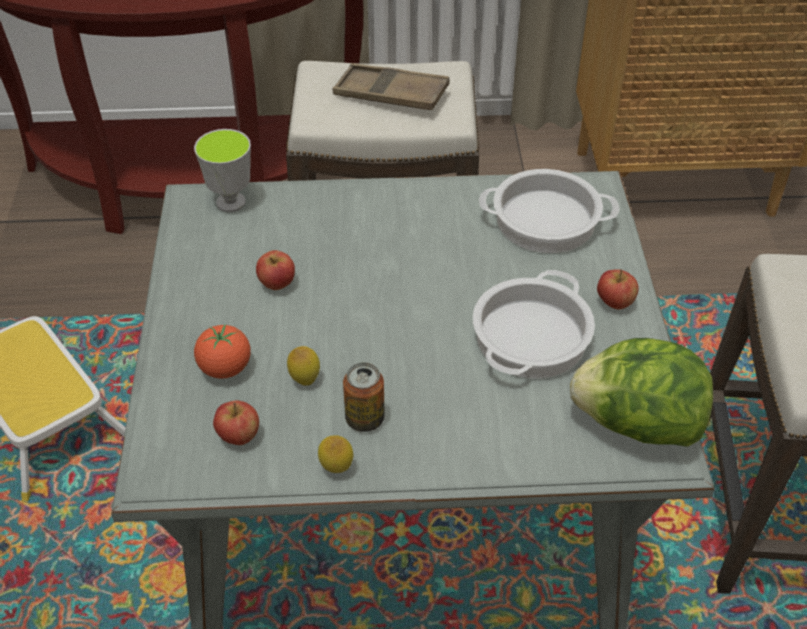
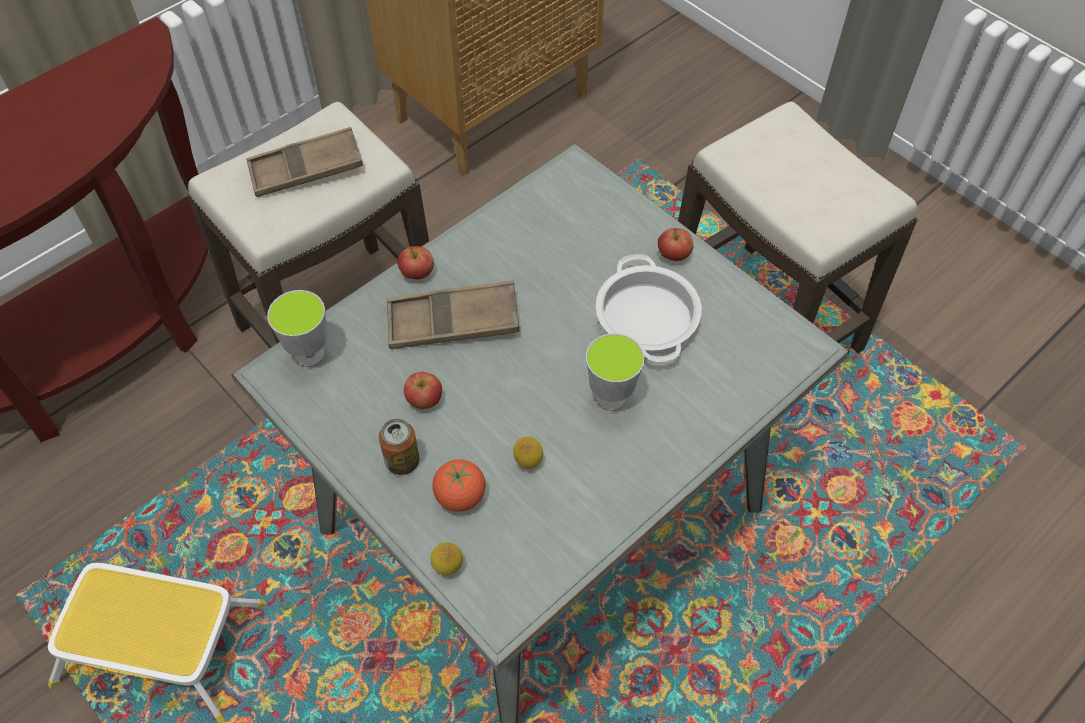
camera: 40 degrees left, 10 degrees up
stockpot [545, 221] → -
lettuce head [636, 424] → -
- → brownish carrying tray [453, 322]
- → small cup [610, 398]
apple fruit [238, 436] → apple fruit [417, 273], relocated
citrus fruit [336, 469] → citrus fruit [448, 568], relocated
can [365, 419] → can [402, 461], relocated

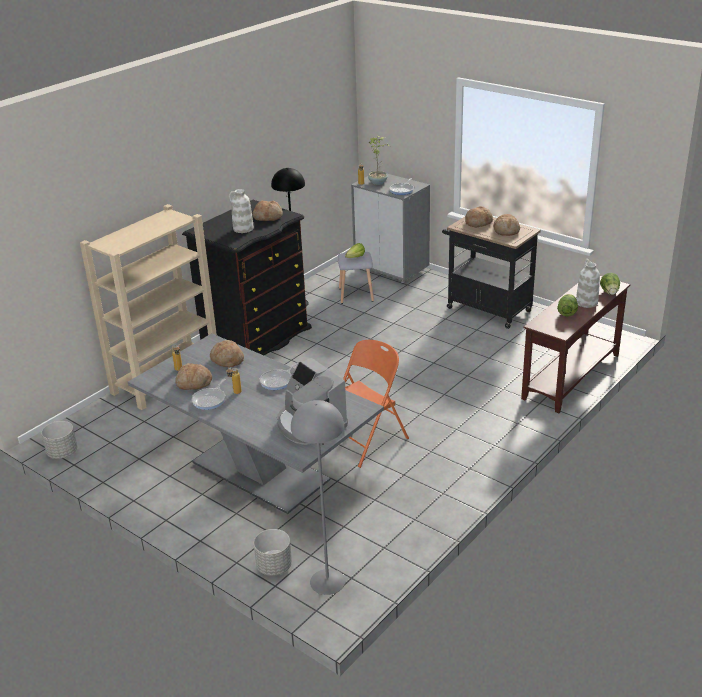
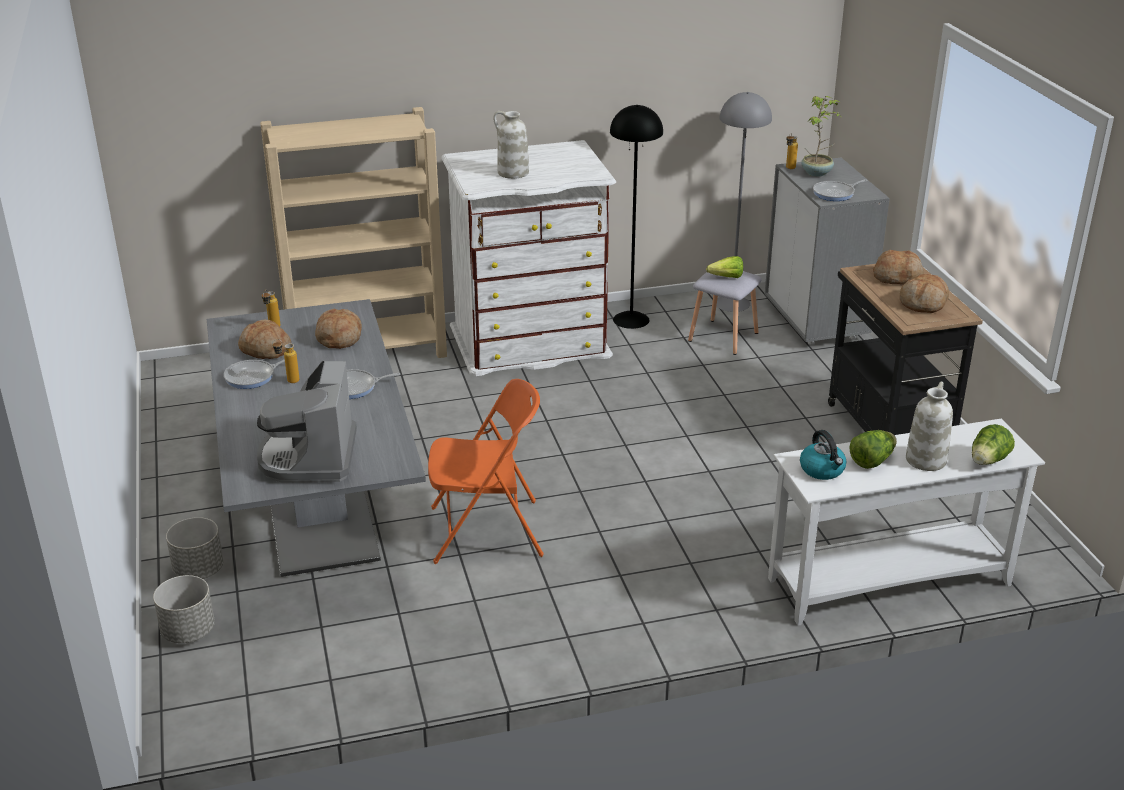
camera: 35 degrees right, 0 degrees up
baked bread [268, 217] → -
- → kettle [822, 470]
greyish flower pot [62, 453] → greyish flower pot [198, 570], relocated
greyish standard lamp [327, 581] → greyish standard lamp [731, 303], relocated
blackish chest of drawers [256, 335] → whitish chest of drawers [531, 340]
brownish console table [571, 377] → whitish console table [888, 582]

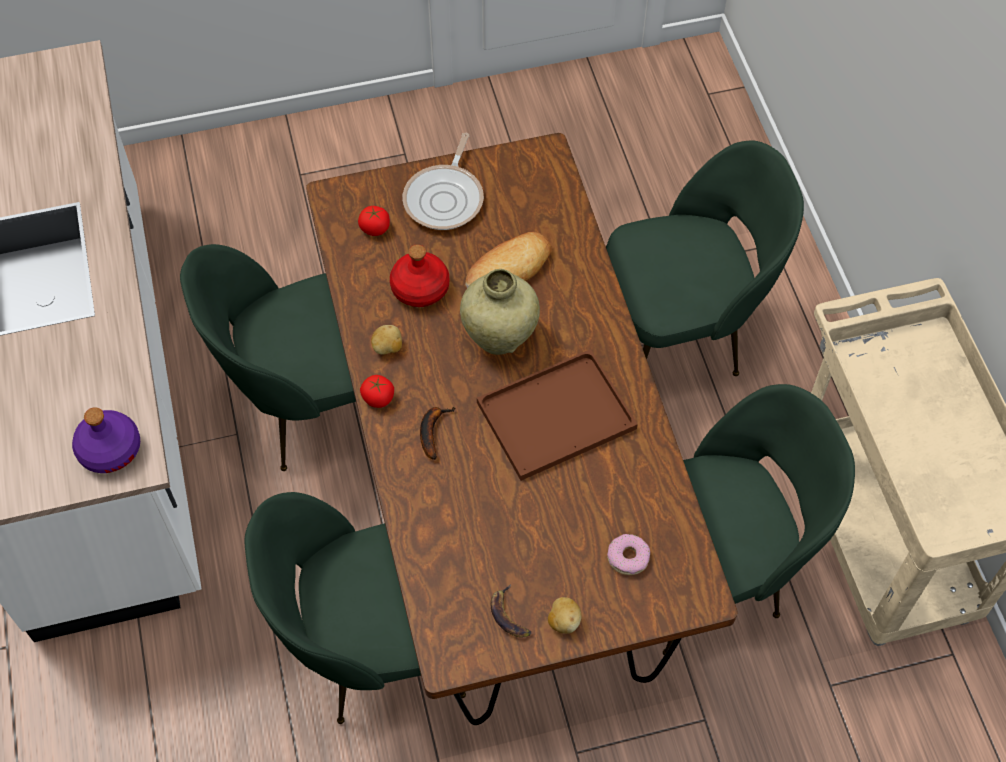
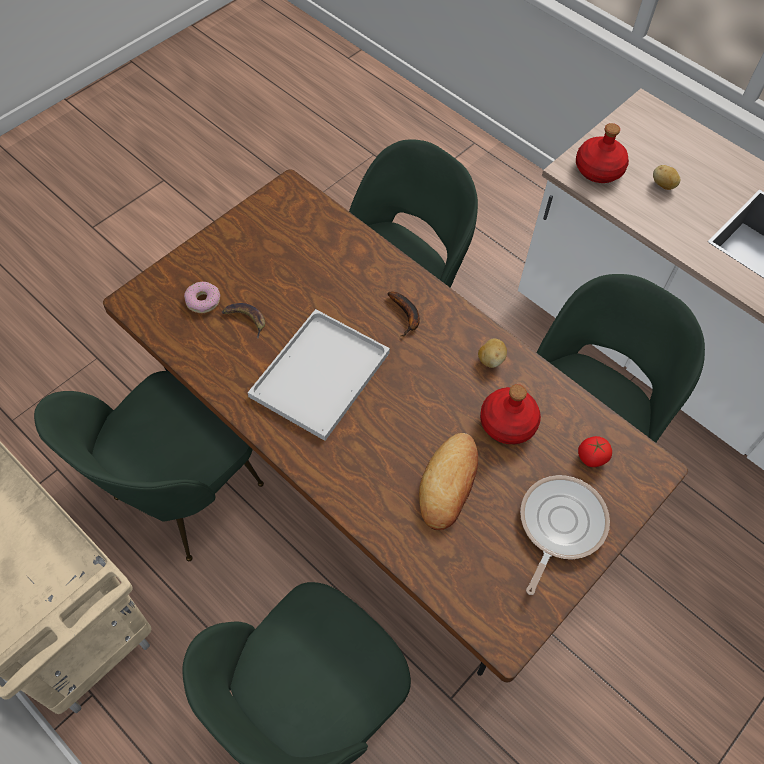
camera: 145 degrees right, 0 degrees up
fresh tomato [378, 398] → -
beige-coloured flower vase [500, 338] → -
banana [509, 615] → banana [245, 319], relocated
whole potato [563, 621] → whole potato [663, 185], relocated
purple bottle [110, 449] → red-coloured bottle [599, 169]
brownish carrying tray [554, 418] → whitish carrying tray [320, 372]
skillet [446, 198] → skillet [559, 525], 45 degrees clockwise

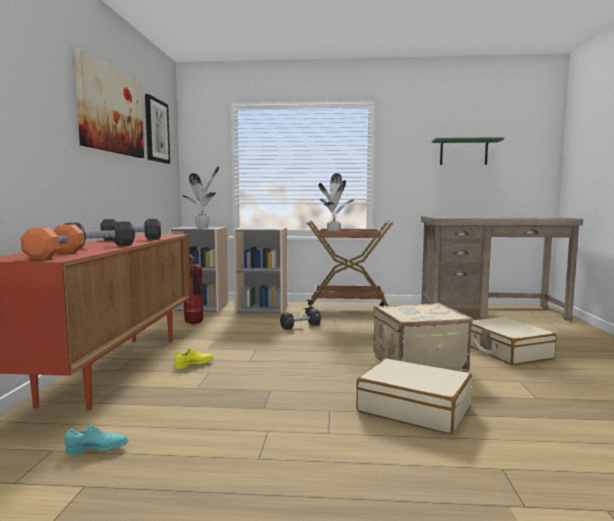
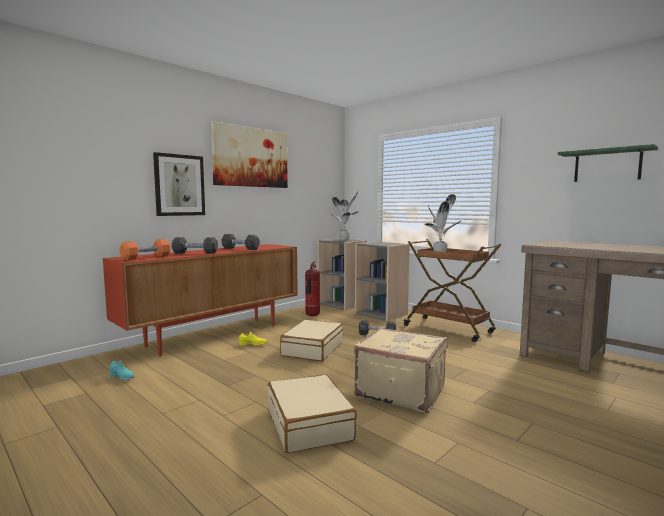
camera: 40 degrees right, 0 degrees up
wall art [156, 130] → wall art [179, 185], relocated
beige-coloured travel case [506, 351] → beige-coloured travel case [312, 349], relocated

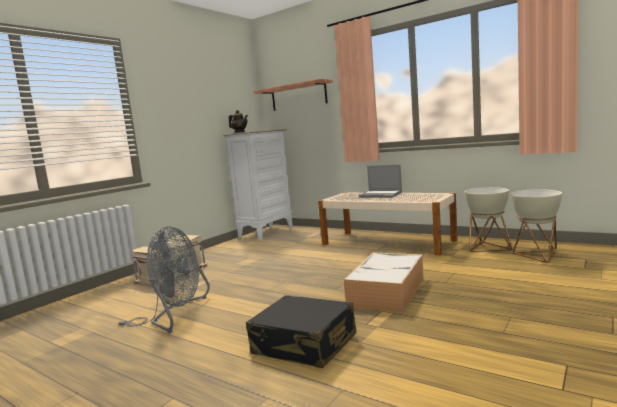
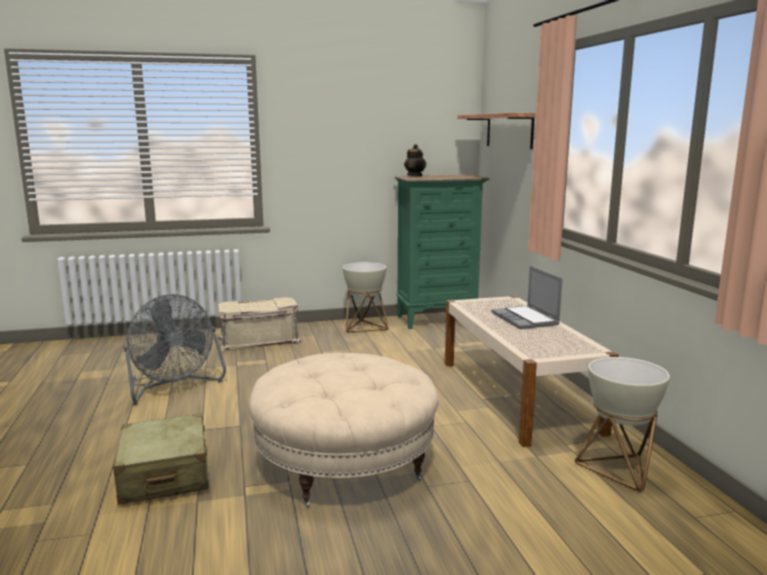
camera: 40 degrees right, 5 degrees up
flower pot [536, 255] → flower pot [365, 327], relocated
storage box [387, 292] → beige-coloured pouffe [345, 463]
whitish chest of drawers [267, 232] → green chest of drawers [438, 320]
blackish travel case [304, 345] → beige-coloured travel case [165, 474]

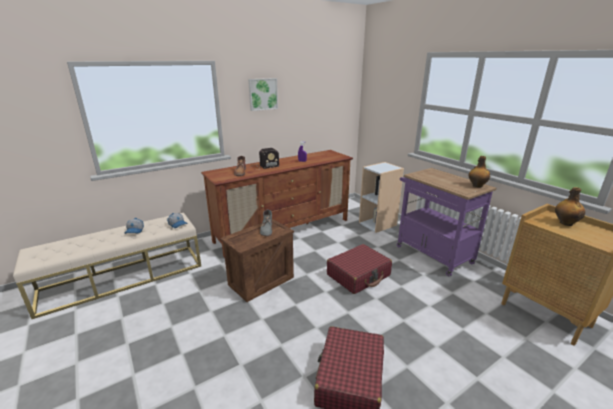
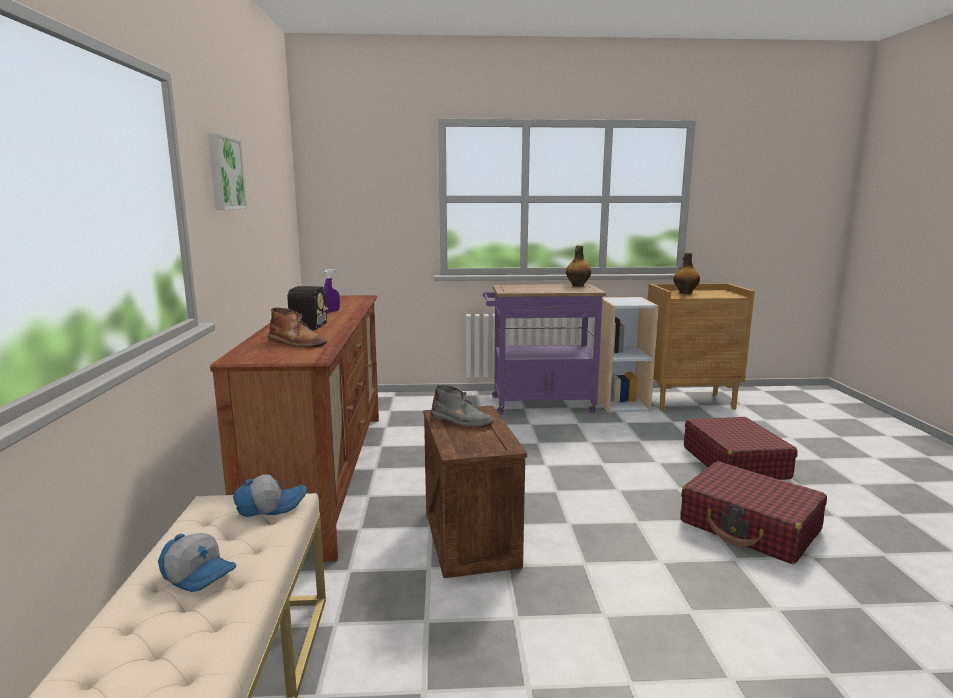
camera: 60 degrees left, 10 degrees down
red-coloured travel case [358, 275] → red-coloured travel case [734, 462], relocated
bookcase [378, 224] → bookcase [622, 403], relocated

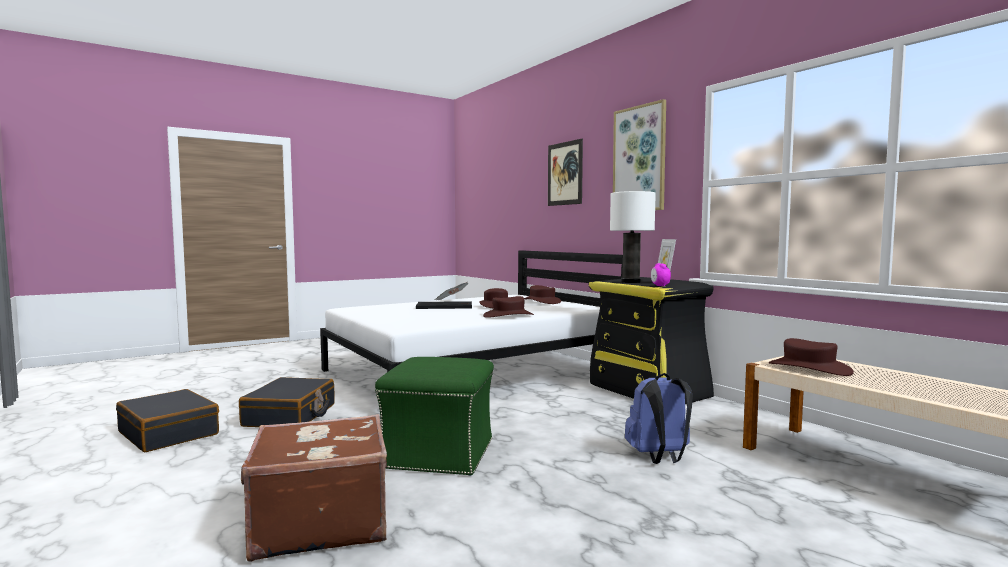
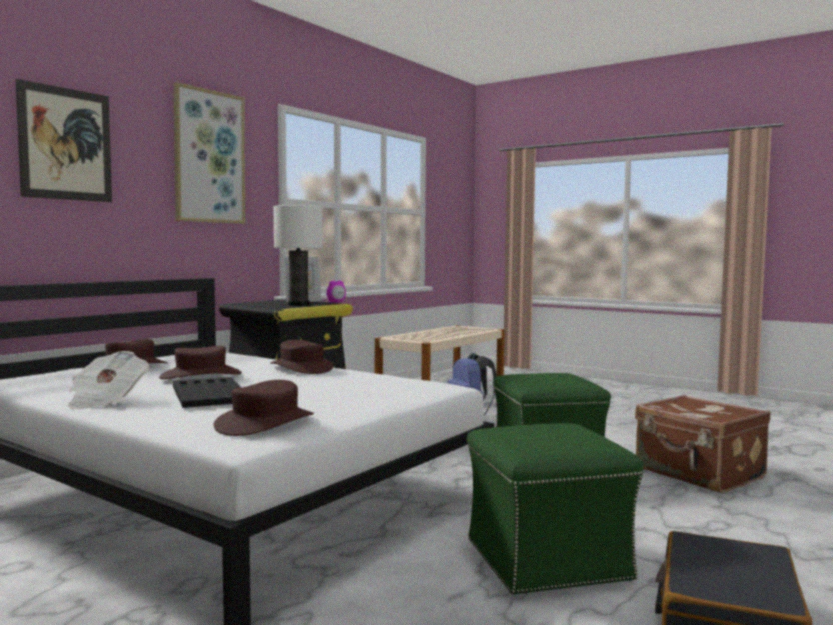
camera: 110 degrees left, 0 degrees up
brownish hat [809, 368] → brownish hat [265, 423], relocated
blackish travel case [290, 415] → green pouffe [545, 560]

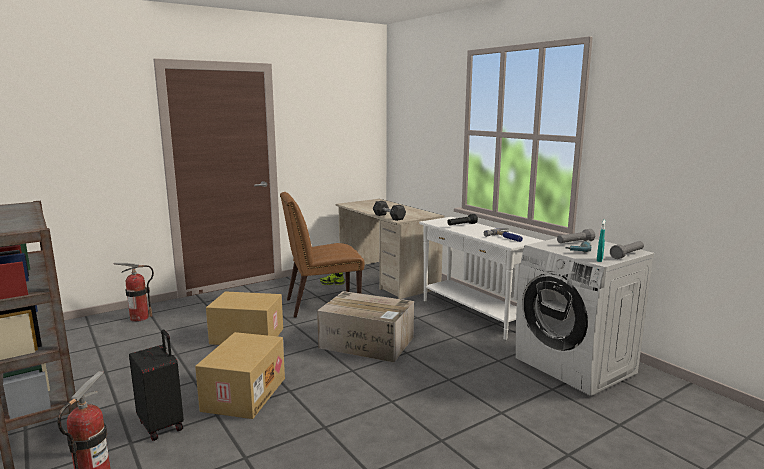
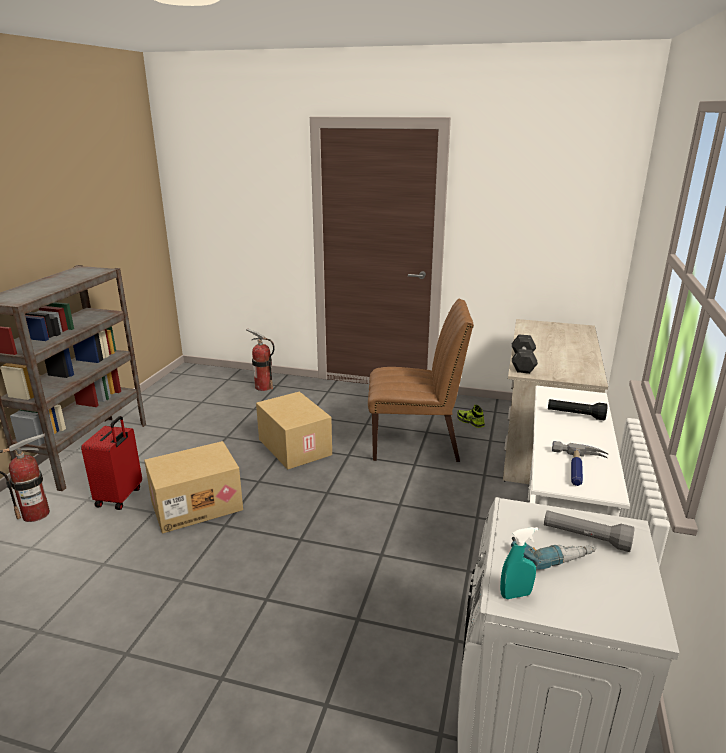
camera: 50 degrees right, 10 degrees up
carton [368, 342] → -
greyish hand torch [627, 255] → -
blackish travel case [162, 425] → red-coloured travel case [120, 497]
brownish chair [323, 304] → brownish chair [414, 445], 150 degrees clockwise

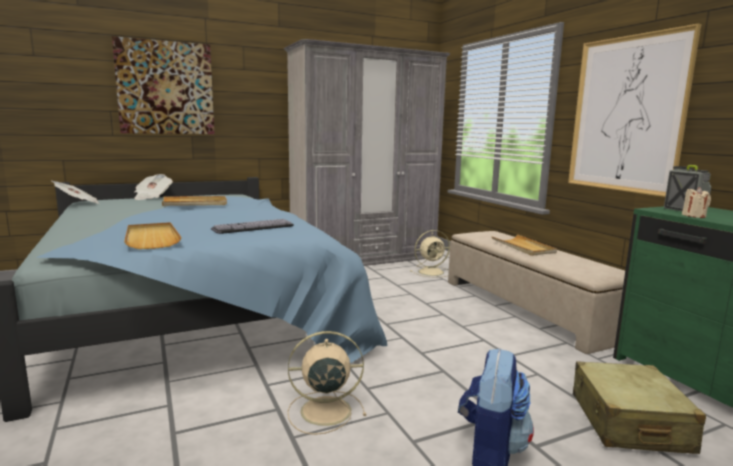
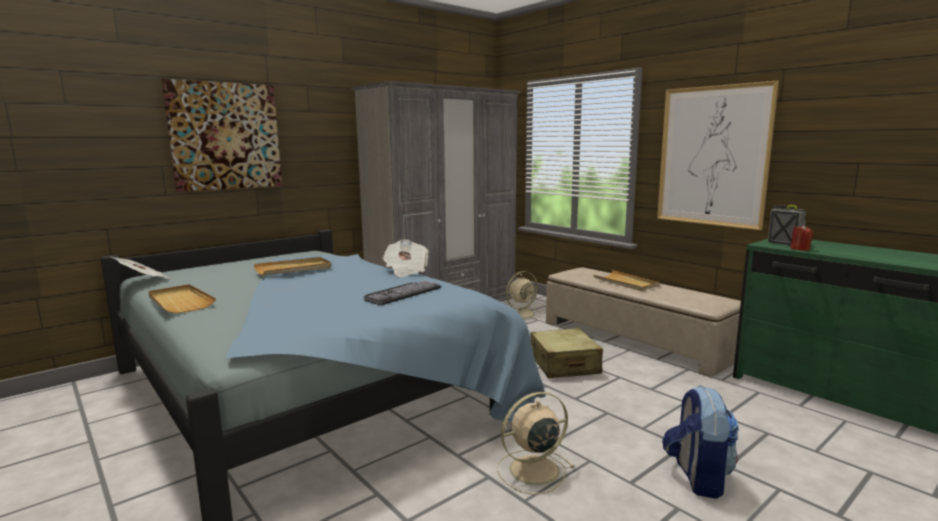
camera: 15 degrees left, 0 degrees up
beige-coloured carrying tray [152, 238] → beige-coloured carrying tray [180, 302], relocated
printed paper [152, 197] → printed paper [406, 271], relocated
beige-coloured travel case [628, 422] → beige-coloured travel case [564, 365], relocated
beige-coloured wax candle [694, 216] → red-coloured wax candle [800, 249]

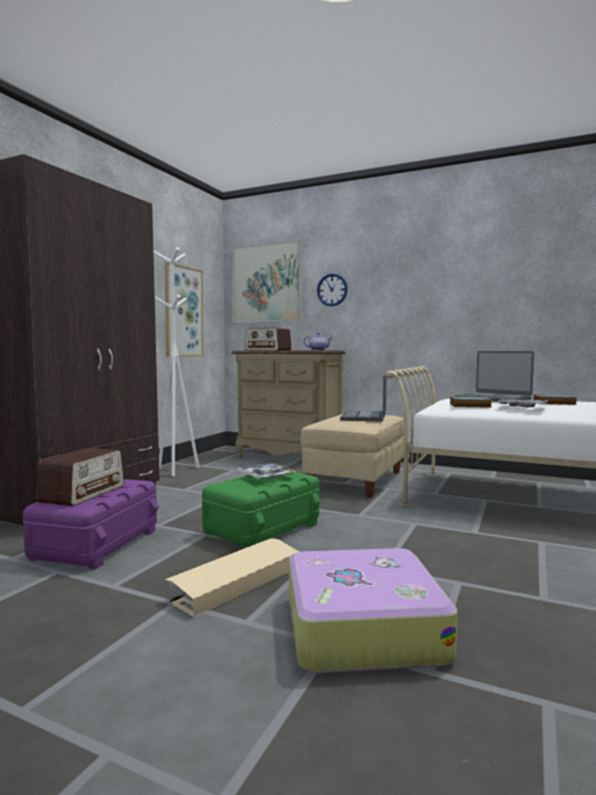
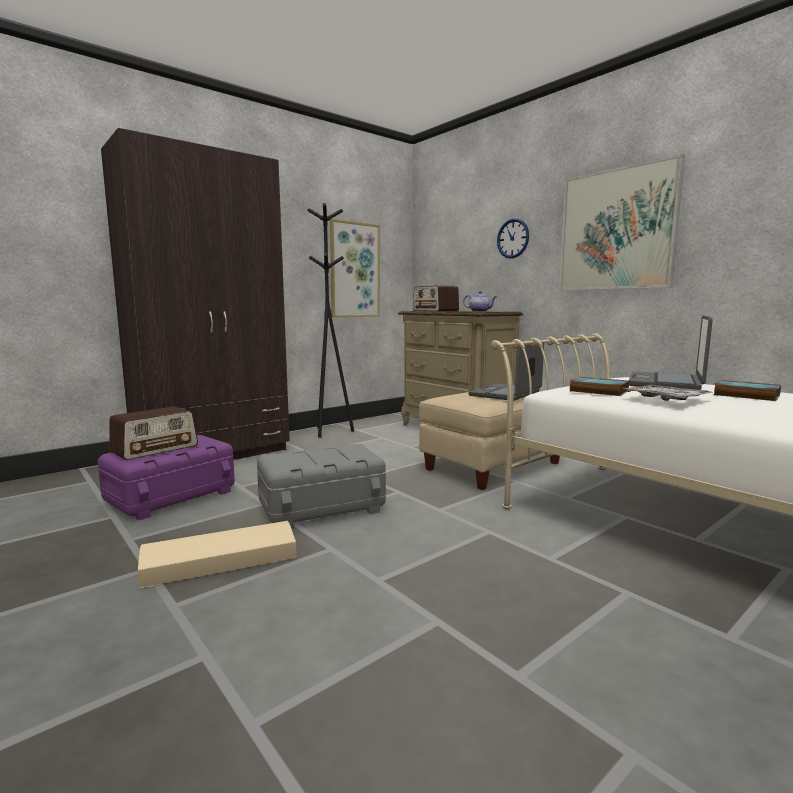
camera: 25 degrees right, 5 degrees up
carrying tray [266, 476] → -
travel case [361, 627] → -
wall art [267, 283] → wall art [616, 230], relocated
whitish garment stand [177, 470] → blackish garment stand [330, 432]
green storage box [262, 528] → greyish storage box [321, 507]
laptop [493, 399] → laptop [666, 383], 45 degrees clockwise

